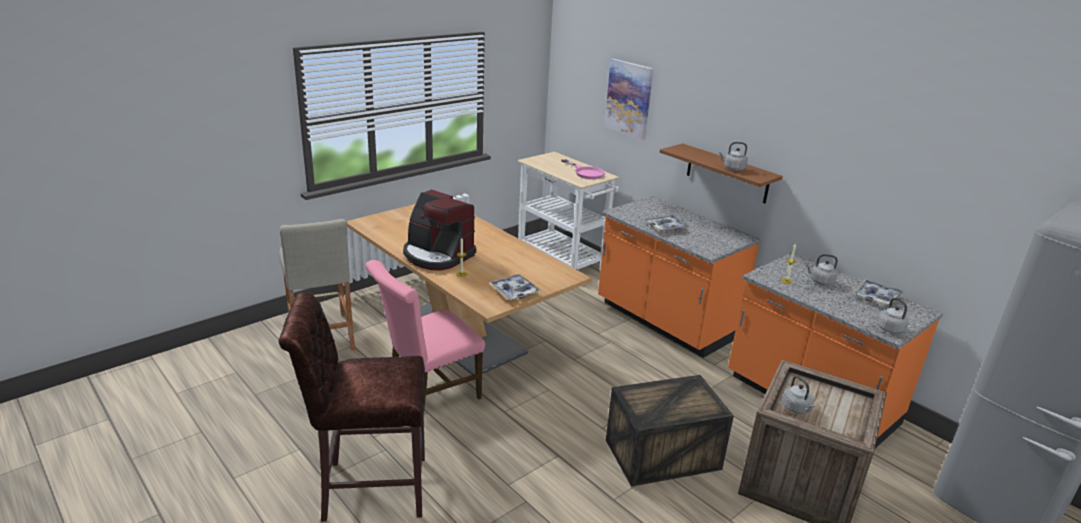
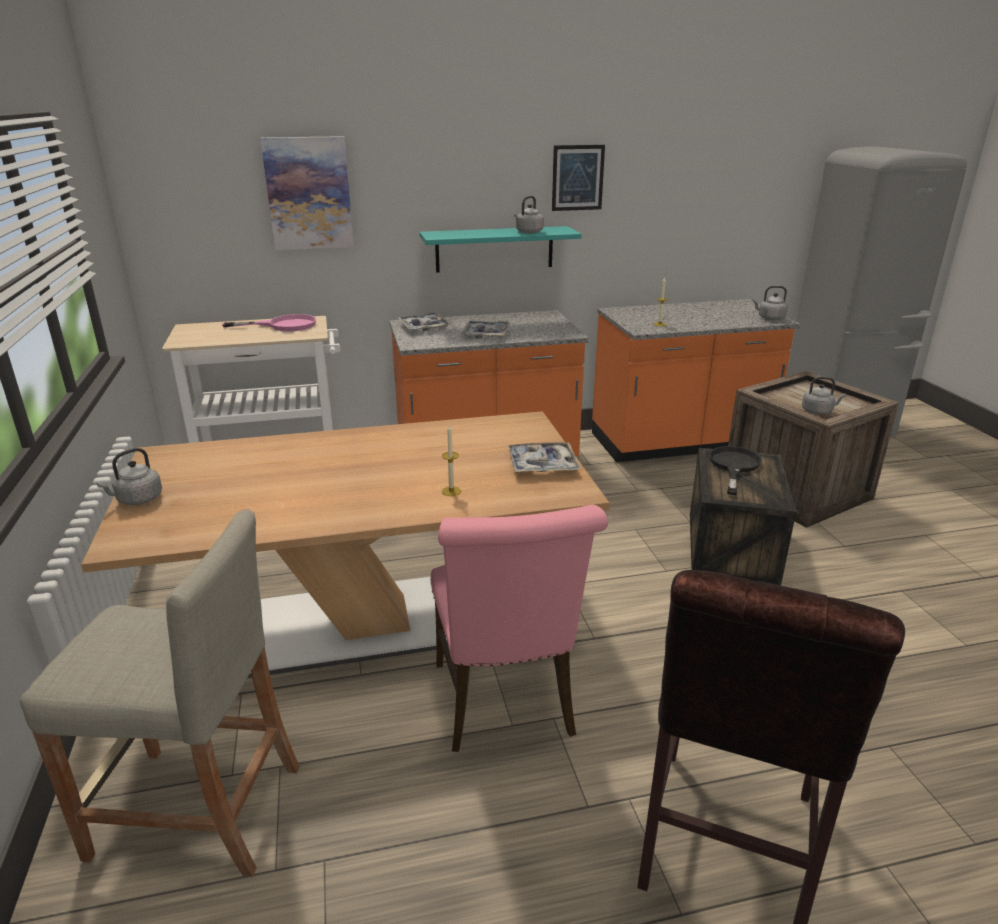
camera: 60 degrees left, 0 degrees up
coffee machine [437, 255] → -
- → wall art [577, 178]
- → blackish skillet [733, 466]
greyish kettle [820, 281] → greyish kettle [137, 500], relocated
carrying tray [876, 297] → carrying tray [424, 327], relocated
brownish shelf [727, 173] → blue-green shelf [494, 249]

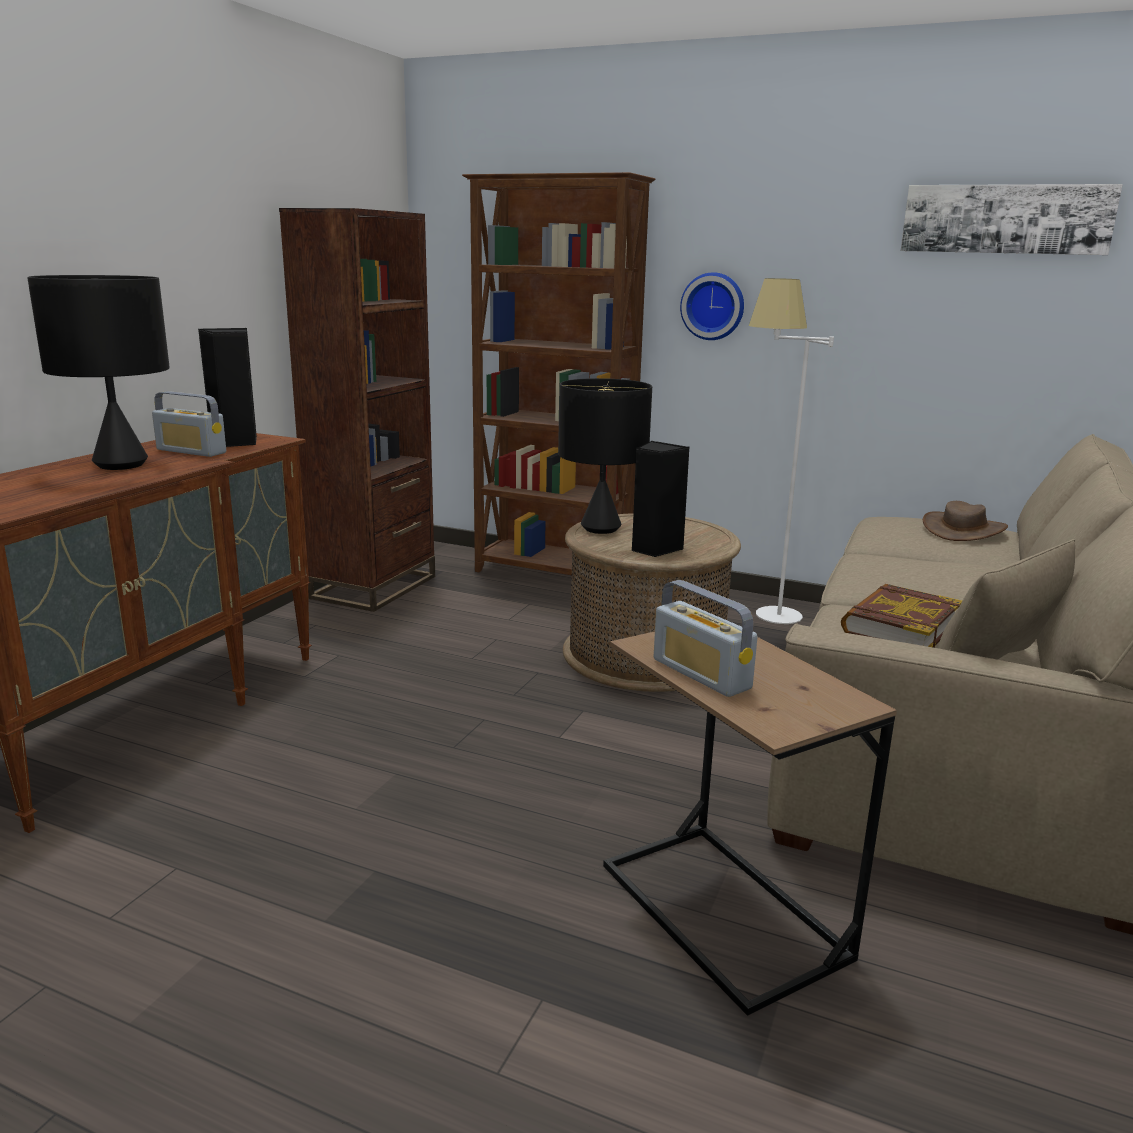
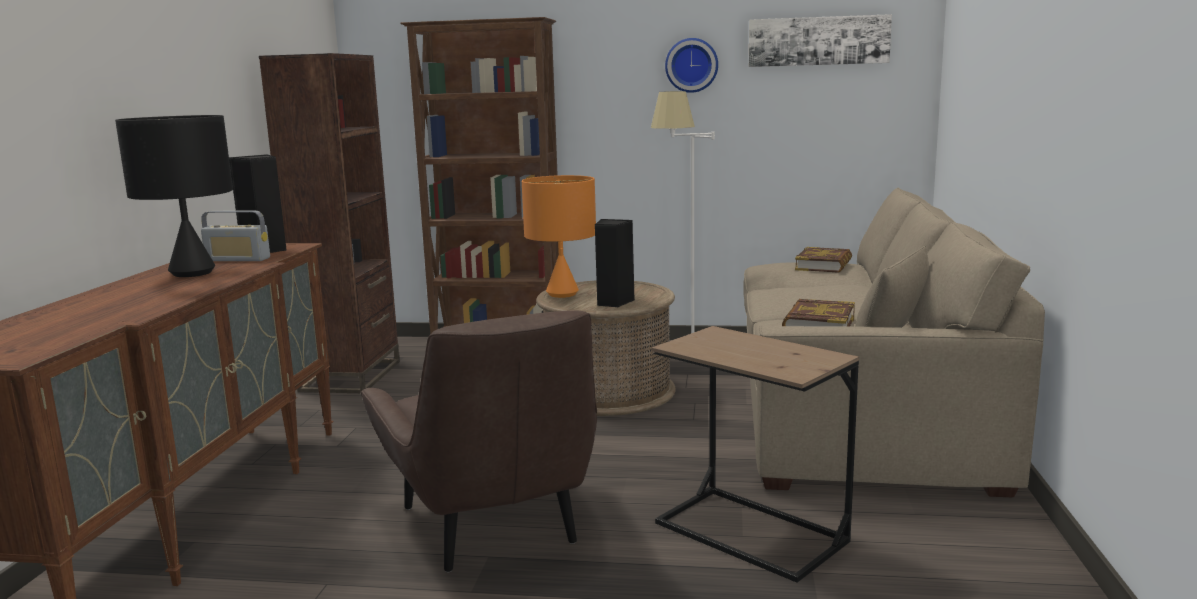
camera: 15 degrees left, 5 degrees down
radio [701, 674] → -
- → brownish easy chair [496, 530]
wall clock [713, 306] → wall clock [691, 65], relocated
brownish hat [964, 530] → bound book [824, 265]
blackish table lamp [600, 529] → orangey table lamp [562, 294]

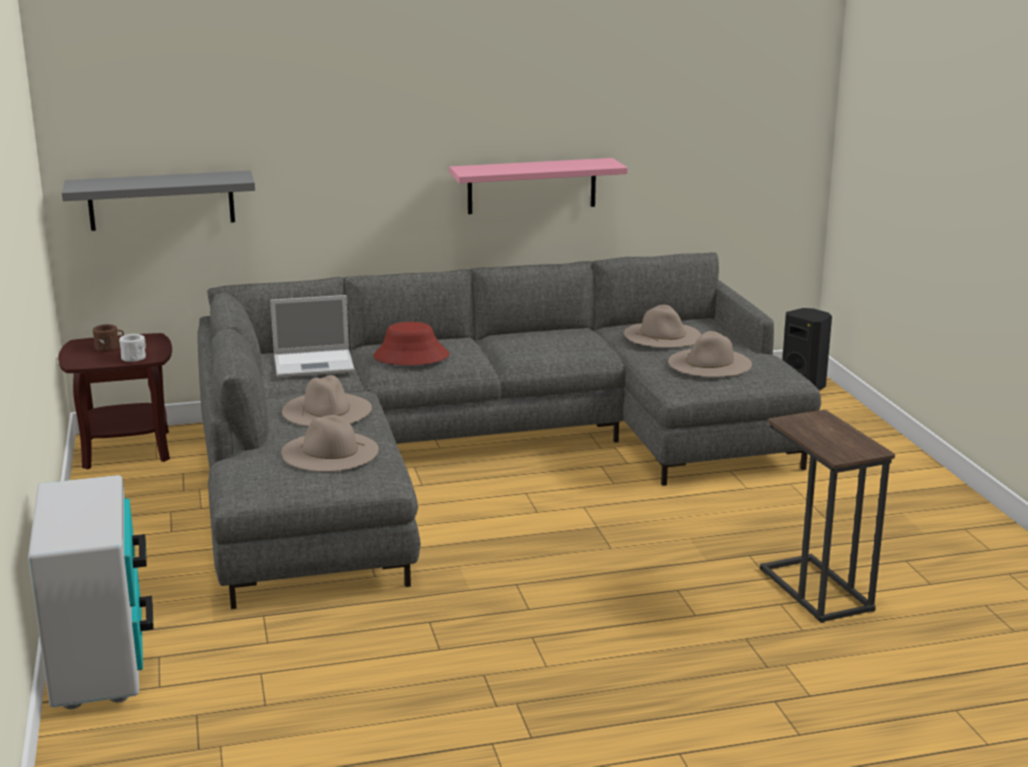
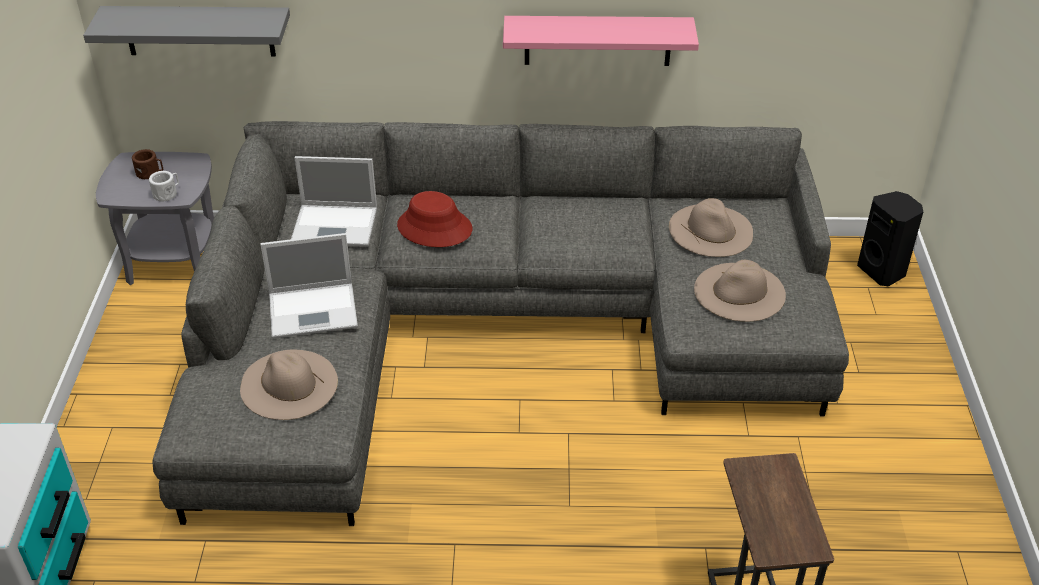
camera: 15 degrees right, 20 degrees up
beige-coloured hat [327, 410] → laptop [315, 310]
brownish end table [126, 449] → greyish end table [174, 260]

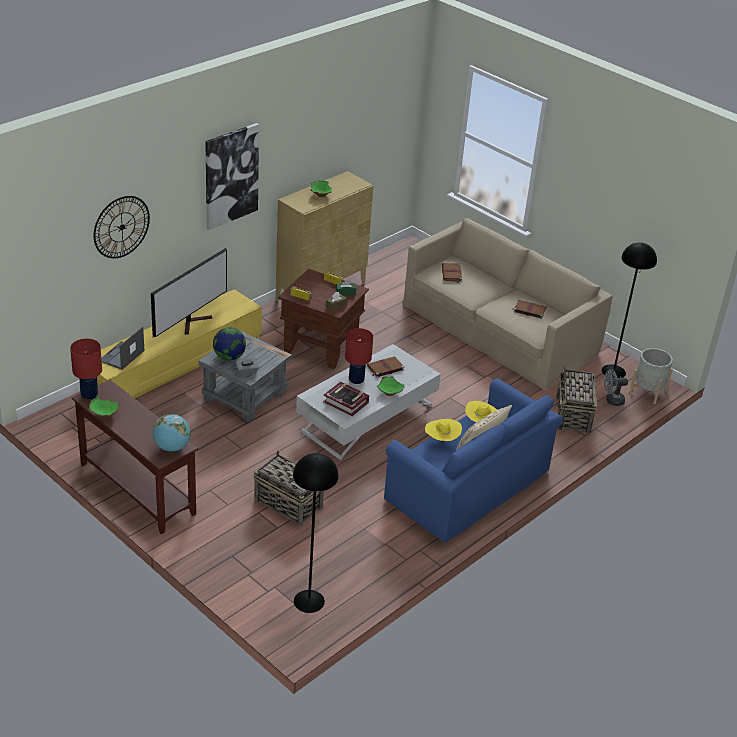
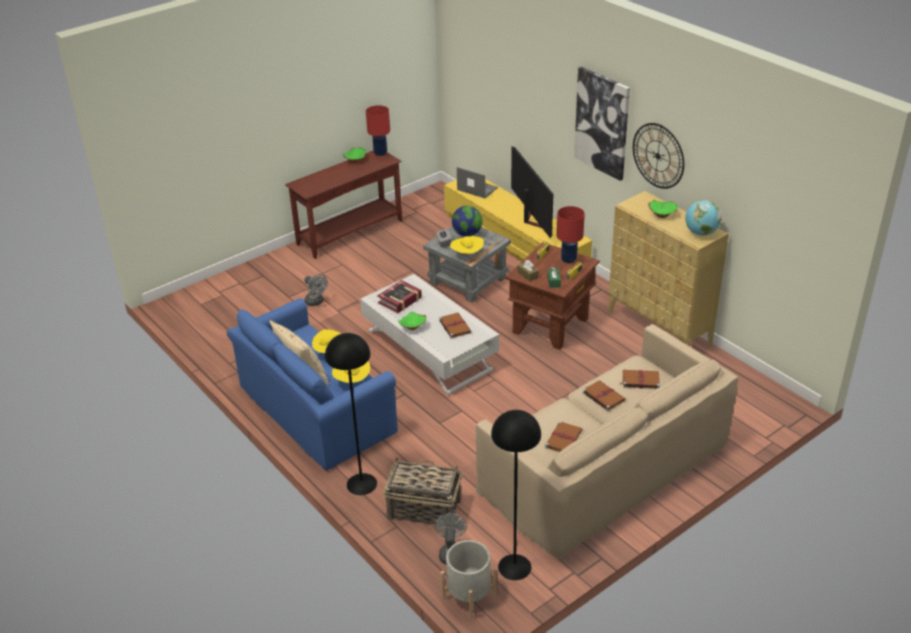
camera: 100 degrees right, 0 degrees up
- → yellowish hat [467, 255]
- → brownish bound book [603, 396]
wall clock [121, 227] → wall clock [658, 156], relocated
world globe [172, 447] → world globe [701, 233], relocated
blackish standard lamp [309, 601] → blackish standard lamp [361, 484], relocated
red-coloured table lamp [356, 380] → red-coloured table lamp [569, 260], relocated
basket [287, 504] → greyish cooling fan [316, 302]
television [194, 322] → television [530, 220], 150 degrees counterclockwise

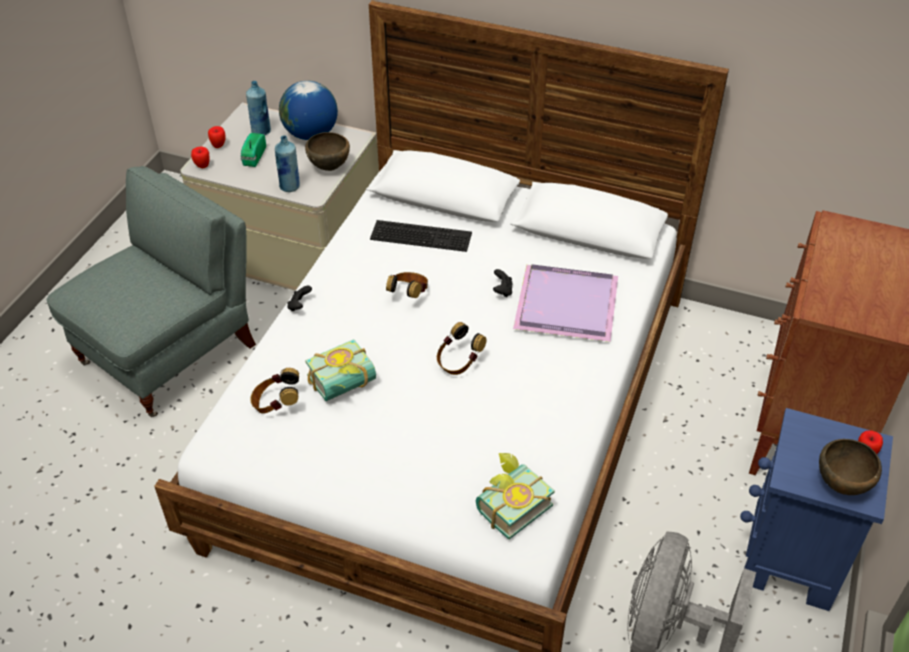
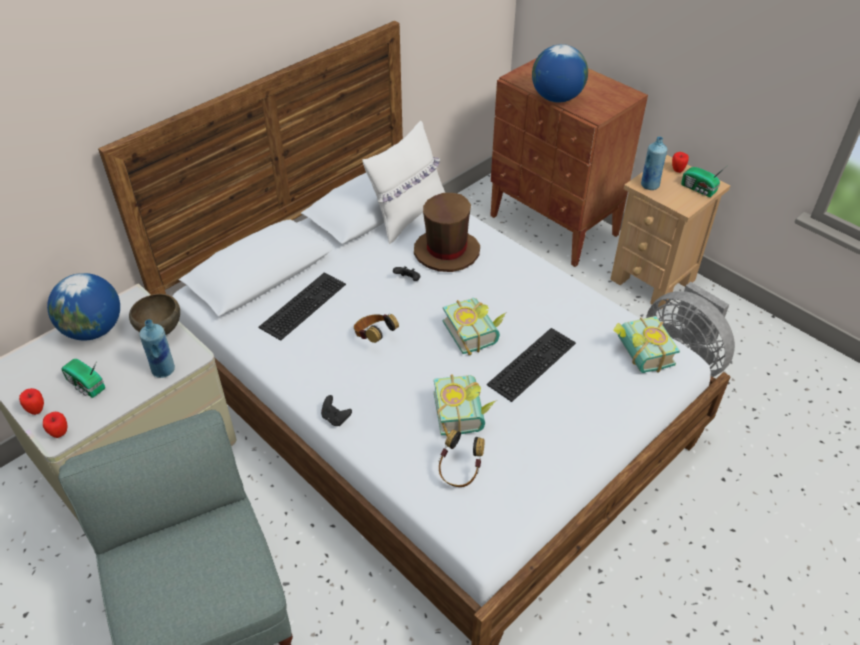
camera: 65 degrees left, 0 degrees up
- → whitish pillow [407, 216]
- → keyboard [531, 362]
- → world globe [556, 98]
bluish bottle [261, 131] → bluish bottle [649, 185], relocated
headset [458, 362] → bound book [475, 333]
purple carrying tray [564, 303] → brownish hat [446, 252]
brownish deep dish [841, 485] → radio [699, 189]
bluish night table [788, 562] → beige-coloured night table [652, 281]

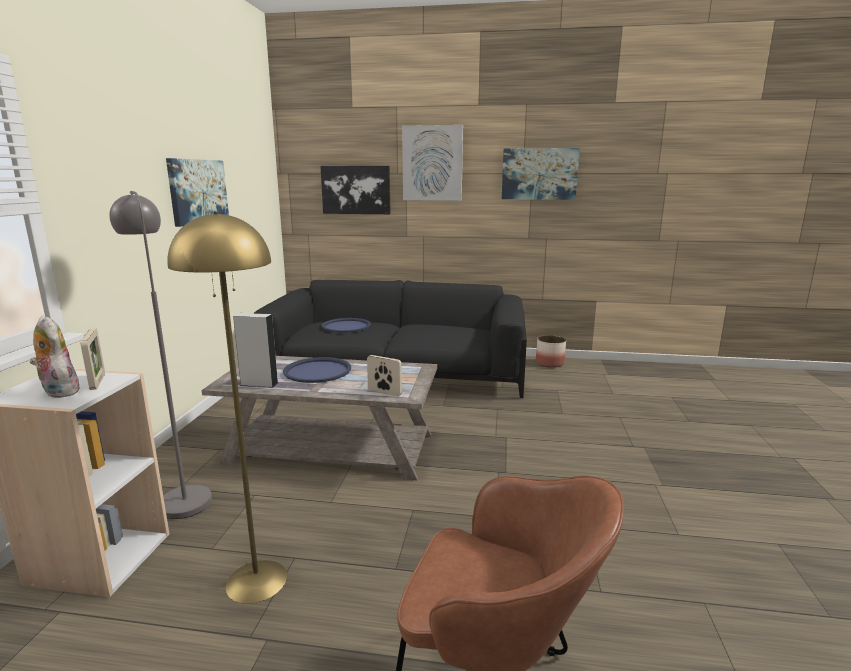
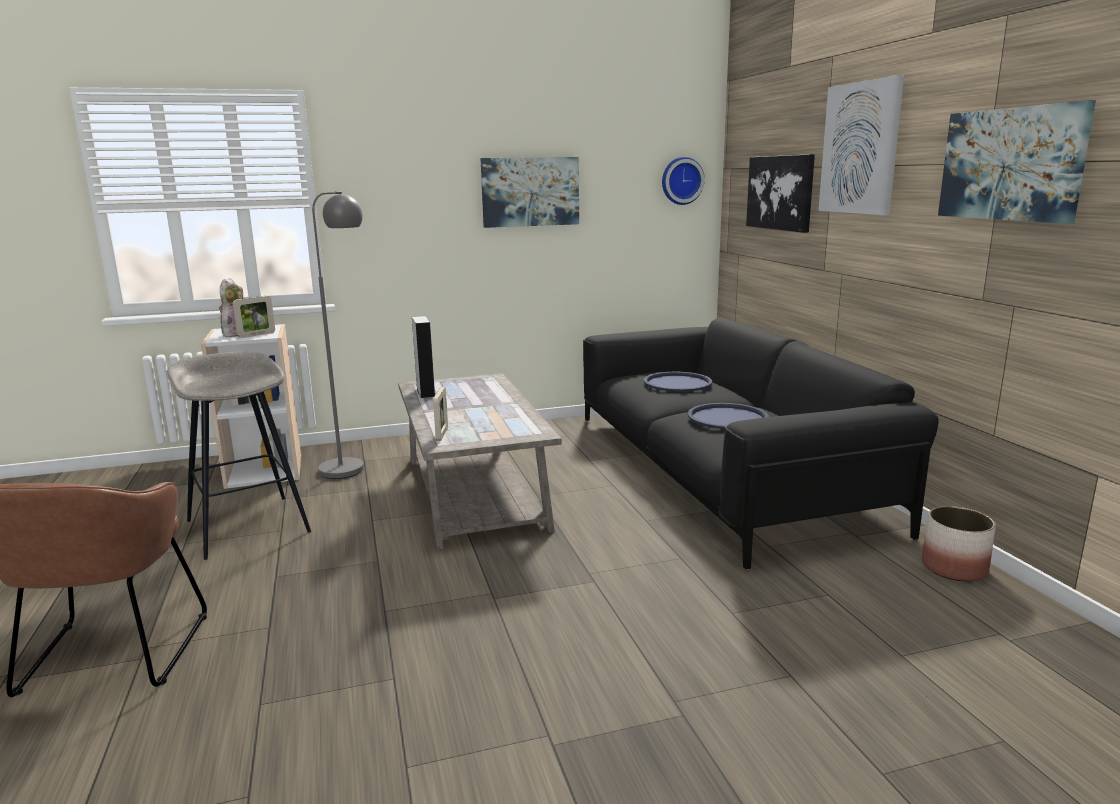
camera: 65 degrees right, 0 degrees up
- → wall clock [681, 181]
bluish carrying tray [317, 371] → bluish carrying tray [727, 418], relocated
yellowish standard lamp [256, 580] → greyish sitting stool [248, 526]

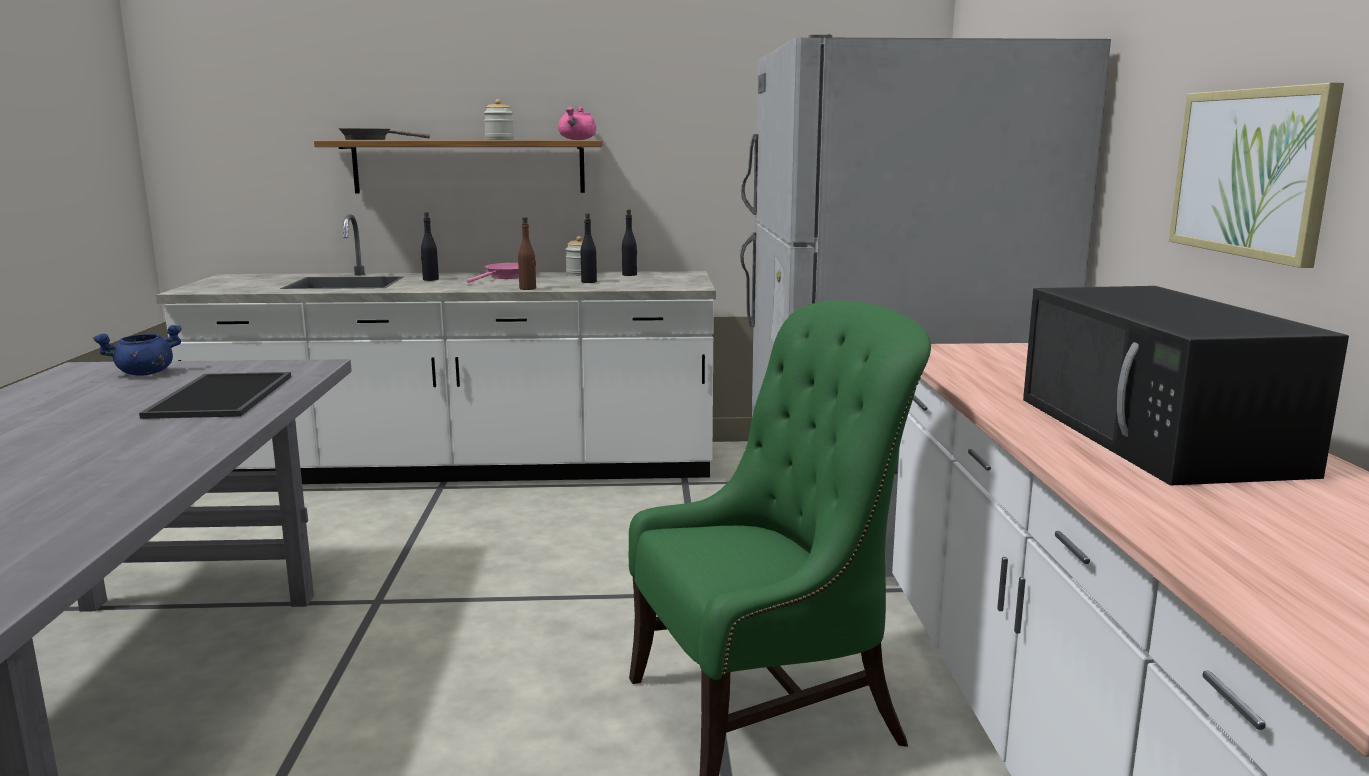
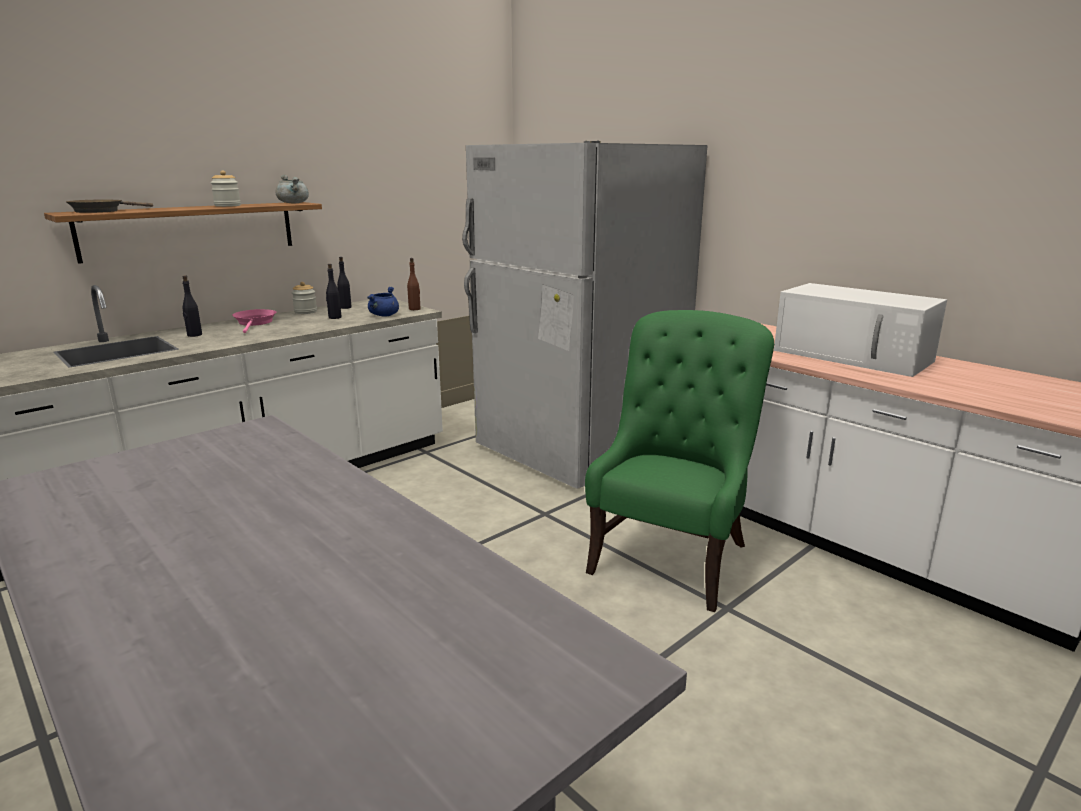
camera: 40 degrees left, 5 degrees up
carrying tray [219, 395] → -
wall art [1251, 172] → -
bluish stockpot [144, 373] → bluish stockpot [384, 315], relocated
brownish bottle [528, 288] → brownish bottle [414, 309], relocated
pinkish stockpot [577, 139] → greyish stockpot [294, 203]
blackish kitchen microwave [1158, 435] → whitish kitchen microwave [854, 356]

